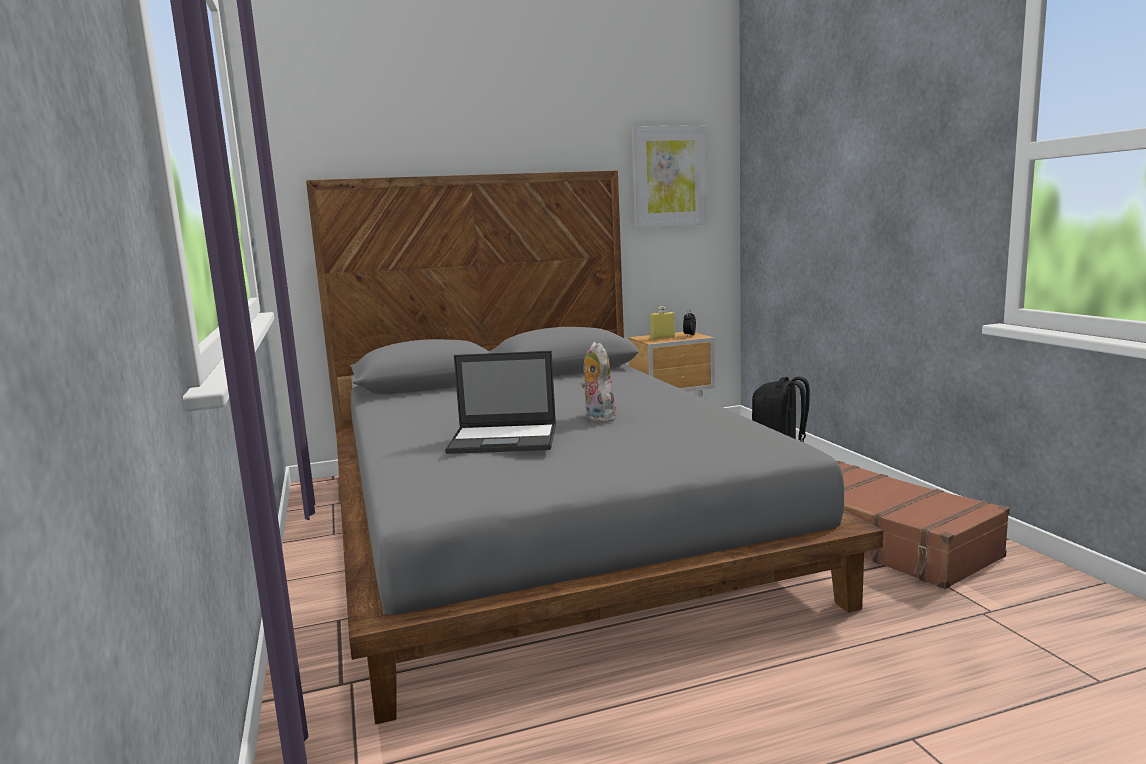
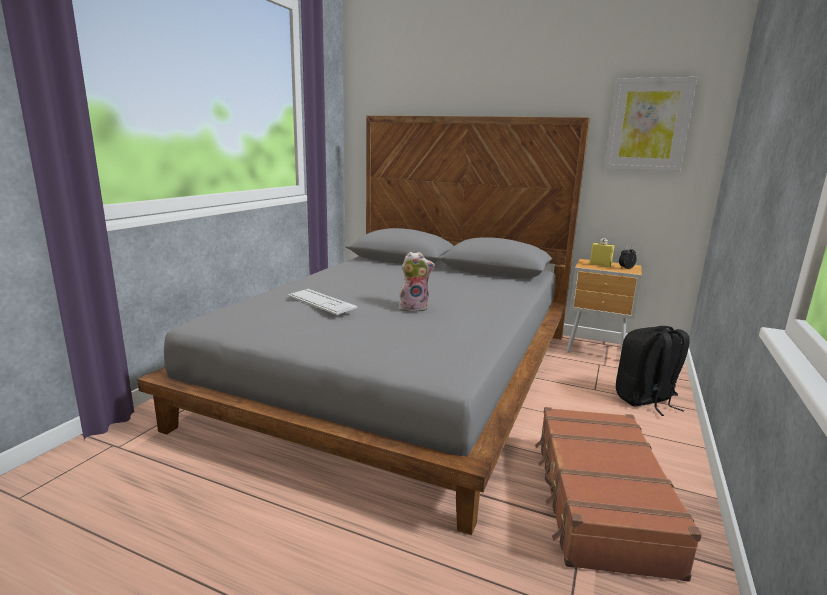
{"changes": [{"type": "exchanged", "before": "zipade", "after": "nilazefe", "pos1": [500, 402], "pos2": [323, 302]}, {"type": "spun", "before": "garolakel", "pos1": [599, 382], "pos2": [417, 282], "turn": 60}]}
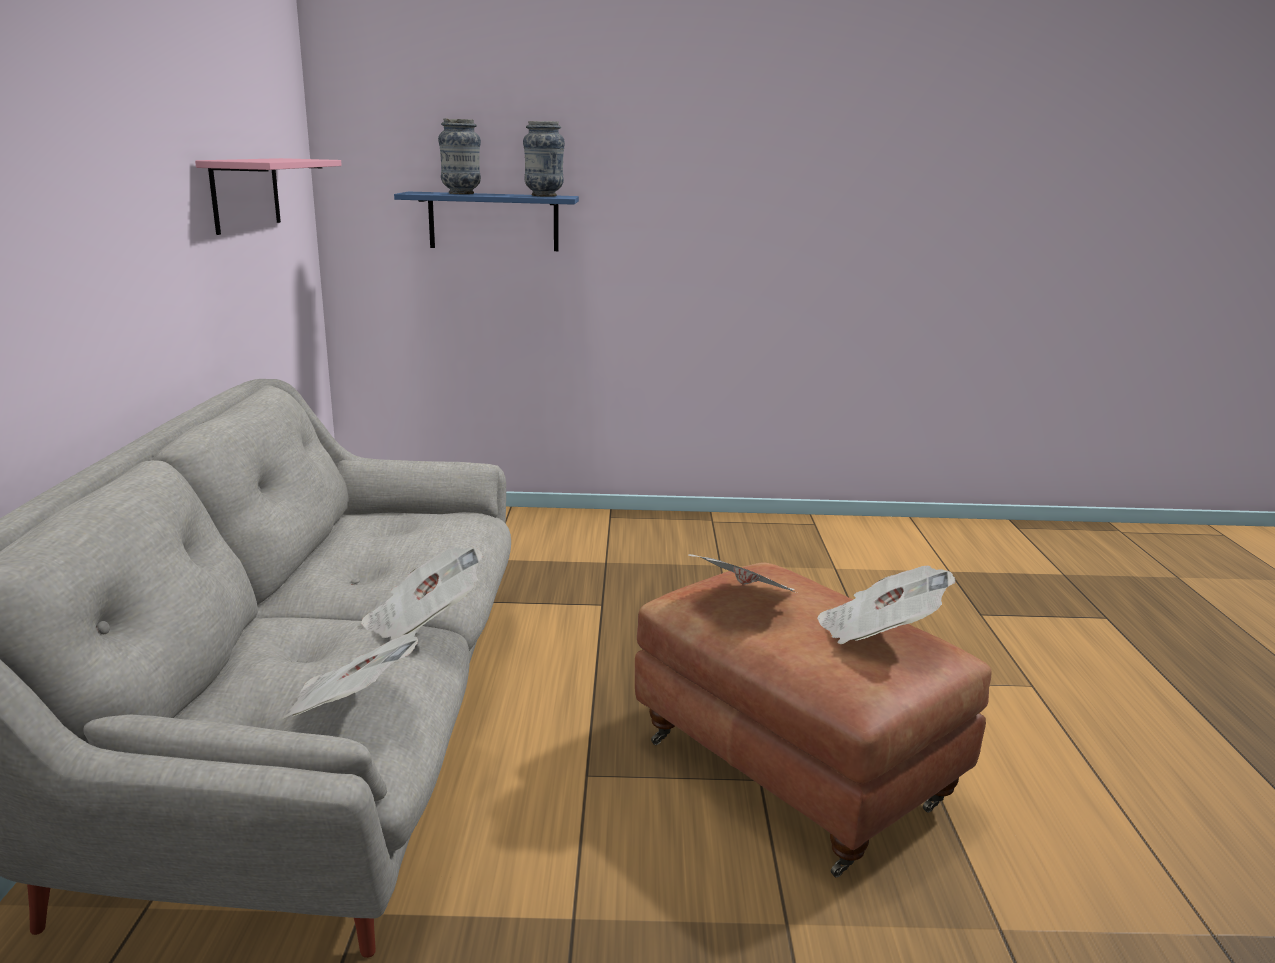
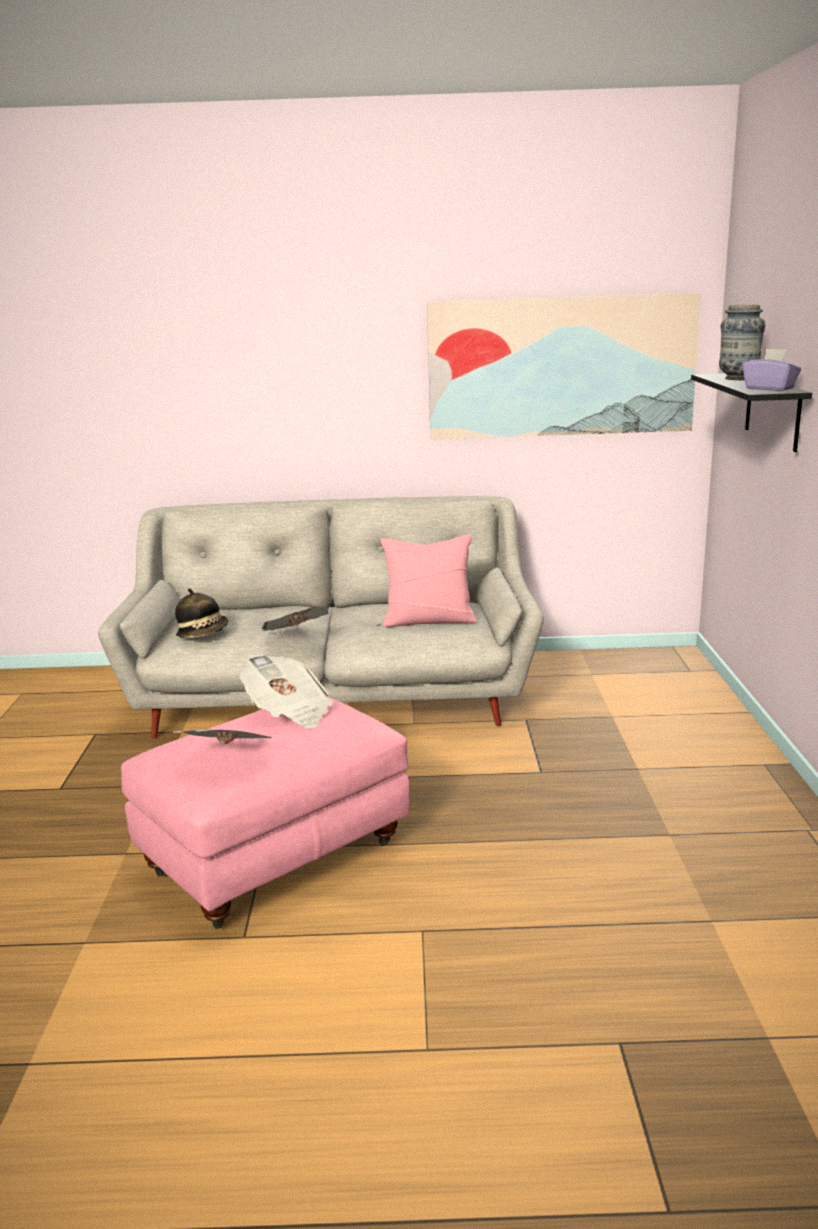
{"changes": [{"type": "colour", "before": "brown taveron", "after": "pink taveron", "pos1": [813, 720], "pos2": [265, 813]}, {"type": "exchanged", "before": "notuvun", "after": "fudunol", "pos1": [350, 674], "pos2": [201, 613]}, {"type": "appeared", "after": "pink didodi", "pos2": [429, 580]}, {"type": "exchanged", "before": "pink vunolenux", "after": "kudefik", "pos1": [268, 196], "pos2": [564, 366]}, {"type": "colour", "before": "blue vunolenux", "after": "black vunolenux", "pos1": [486, 221], "pos2": [751, 412]}, {"type": "exchanged", "before": "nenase", "after": "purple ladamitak", "pos1": [544, 159], "pos2": [771, 370]}]}
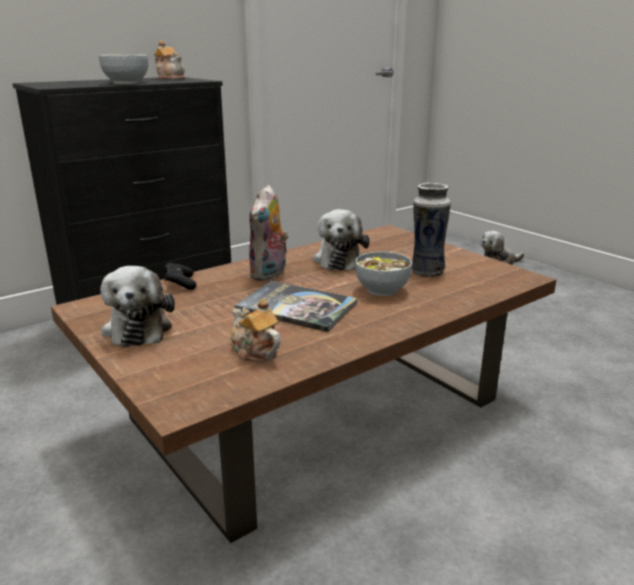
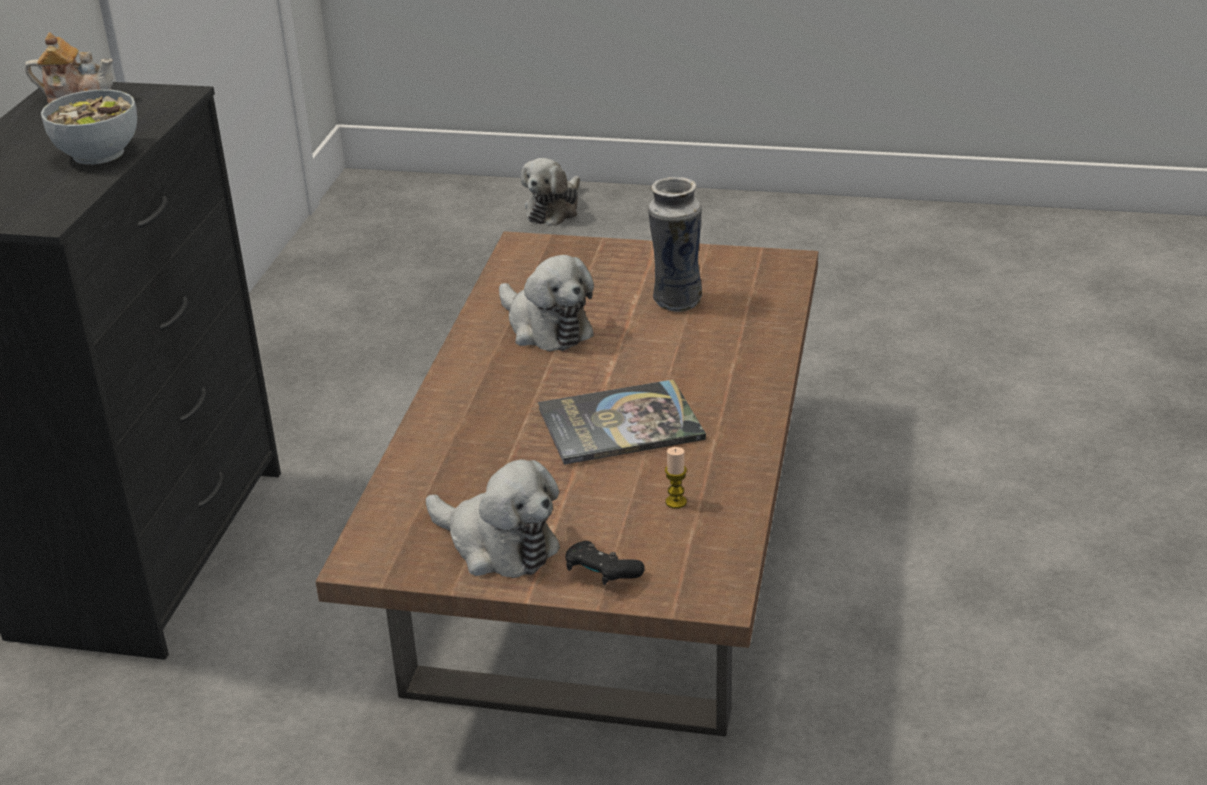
{"changes": [{"type": "relocated", "before": "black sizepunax", "pos1": [179, 276], "pos2": [605, 563]}, {"type": "exchanged", "before": "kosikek", "after": "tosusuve", "pos1": [255, 330], "pos2": [676, 478]}, {"type": "missing", "before": "garolakel", "pos1": [269, 233]}, {"type": "missing", "before": "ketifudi", "pos1": [383, 274]}]}
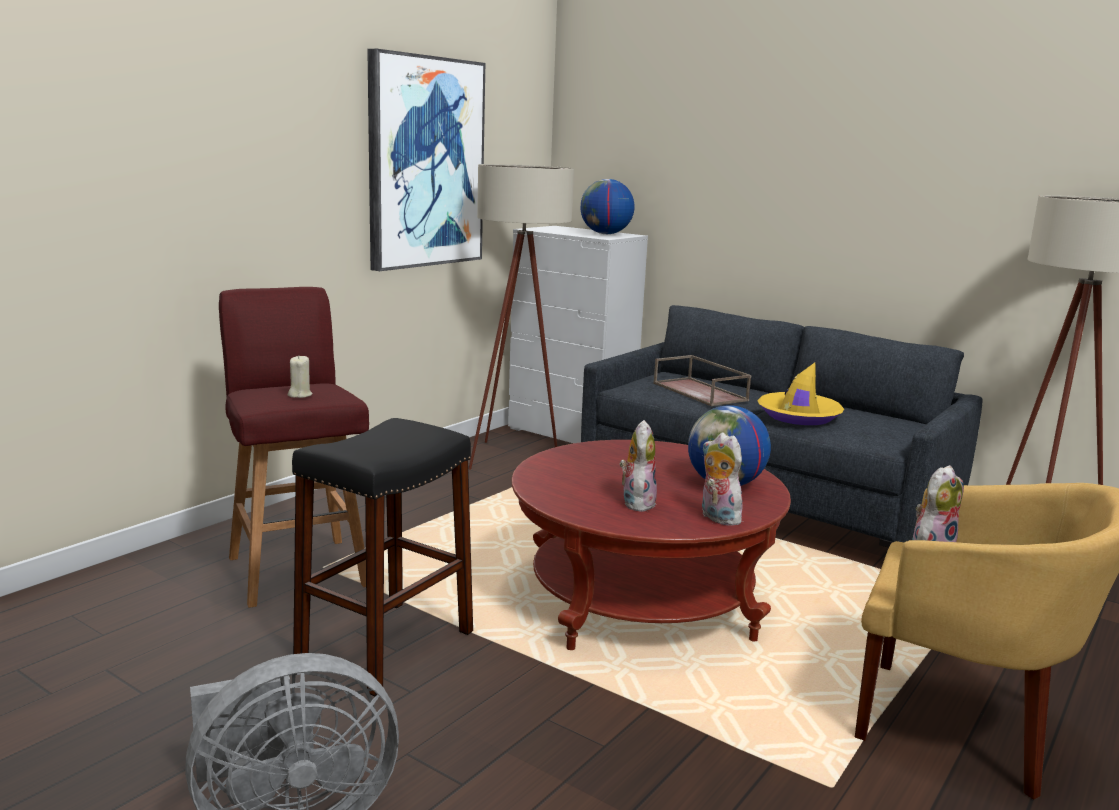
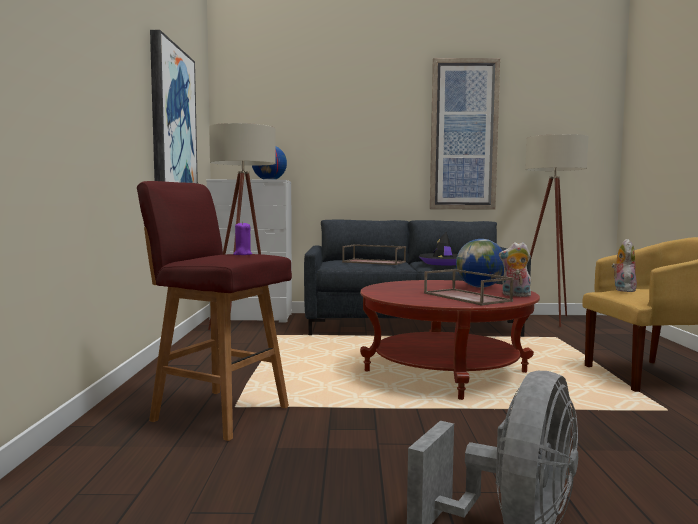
{"changes": [{"type": "colour", "before": "beige tosusuve", "after": "purple tosusuve", "pos1": [300, 376], "pos2": [242, 238]}, {"type": "colour", "before": "yellow fudunol", "after": "black fudunol", "pos1": [800, 394], "pos2": [438, 248]}, {"type": "exchanged", "before": "garolakel", "after": "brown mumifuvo", "pos1": [638, 466], "pos2": [469, 287]}, {"type": "appeared", "after": "kudefik", "pos2": [465, 134]}, {"type": "missing", "before": "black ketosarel", "pos1": [382, 557]}]}
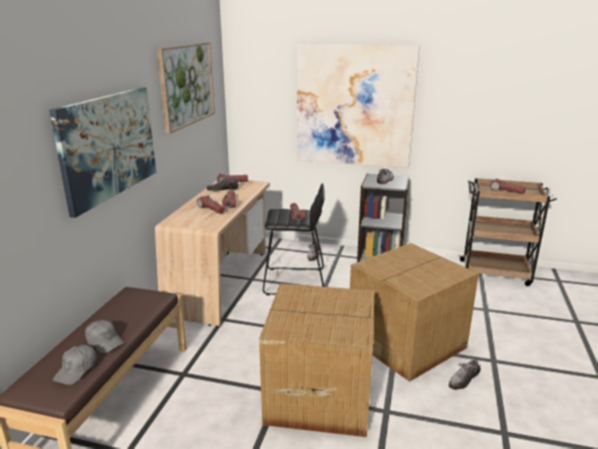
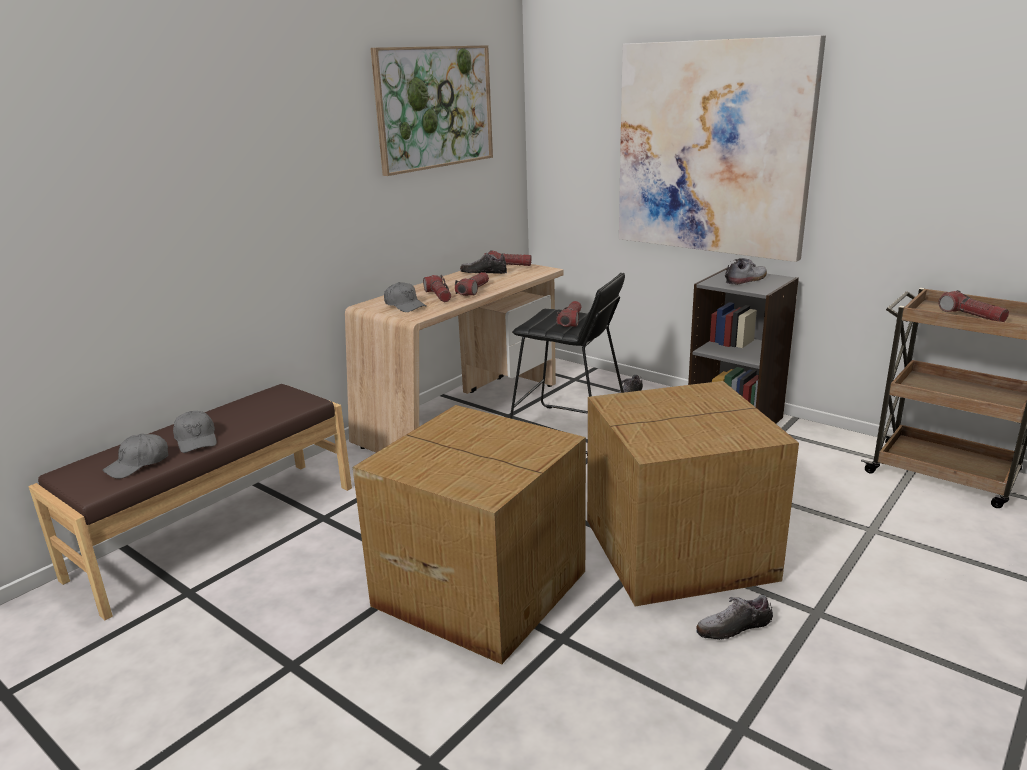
{"changes": [{"type": "appeared", "after": "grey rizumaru", "pos2": [405, 297]}, {"type": "missing", "before": "kudefik", "pos1": [102, 152]}]}
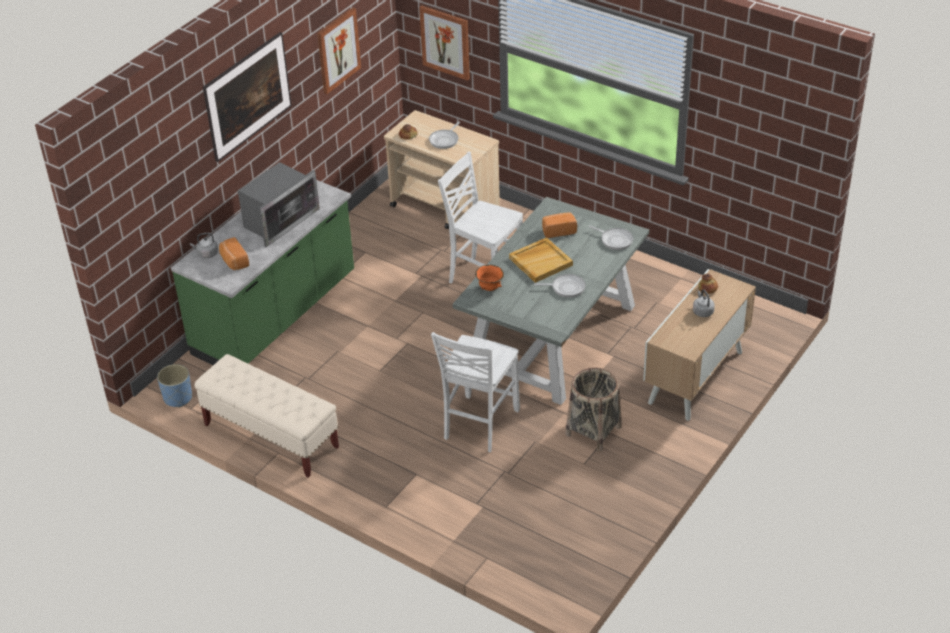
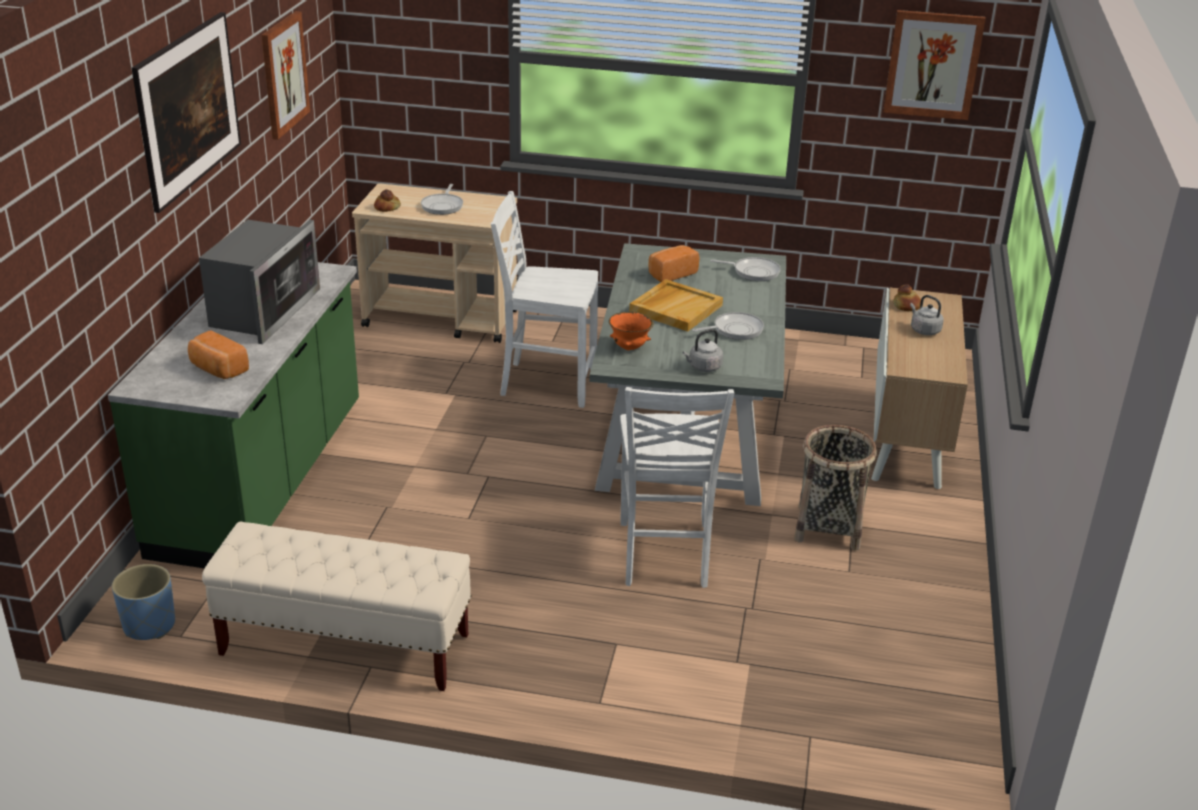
{"changes": [{"type": "relocated", "before": "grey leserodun", "pos1": [204, 245], "pos2": [702, 350]}, {"type": "relocated", "before": "kudefik", "pos1": [444, 43], "pos2": [934, 65]}]}
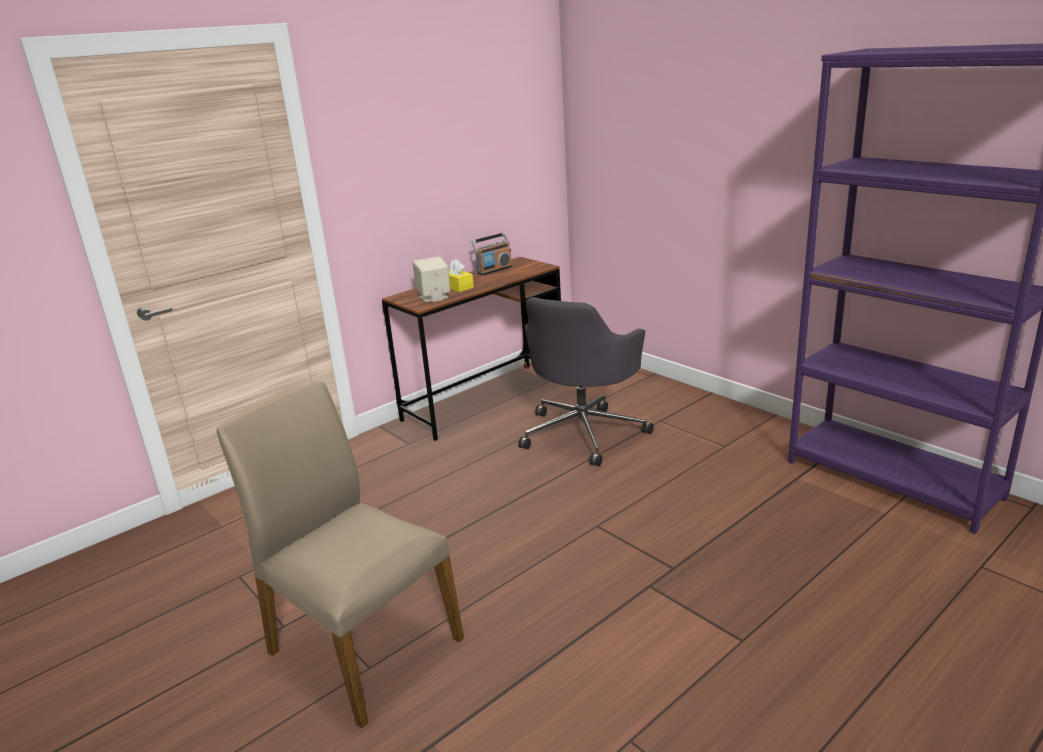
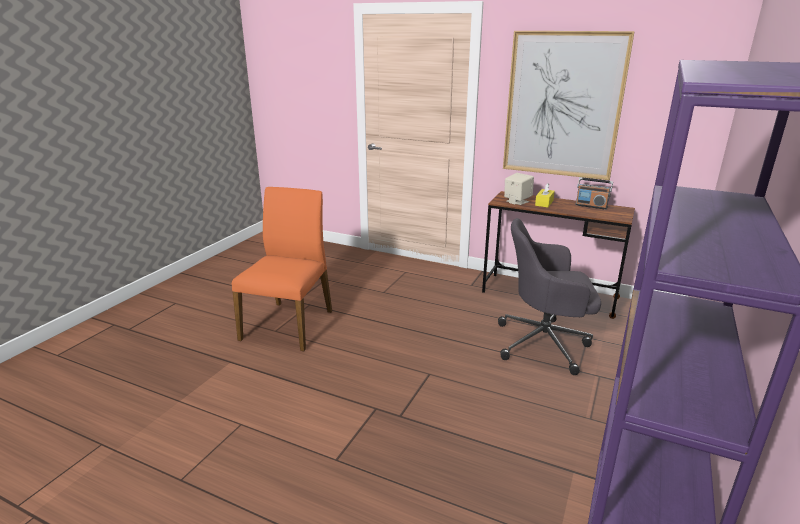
{"changes": [{"type": "colour", "before": "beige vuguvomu", "after": "orange vuguvomu", "pos1": [340, 555], "pos2": [282, 269]}, {"type": "appeared", "after": "kudefik", "pos2": [569, 105]}]}
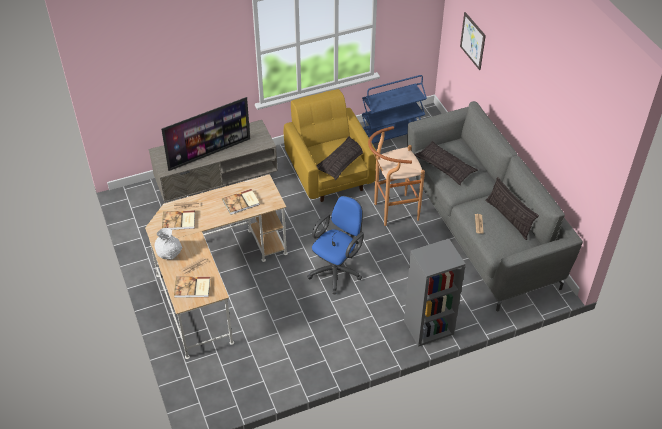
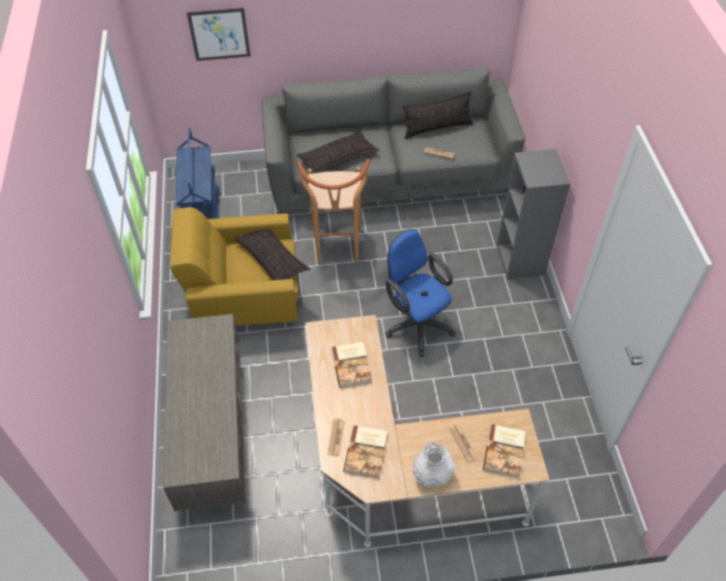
{"changes": [{"type": "missing", "before": "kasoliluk", "pos1": [205, 134]}]}
